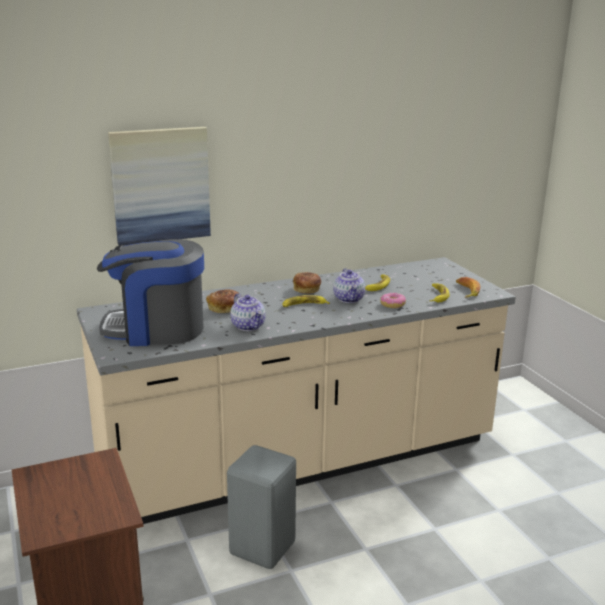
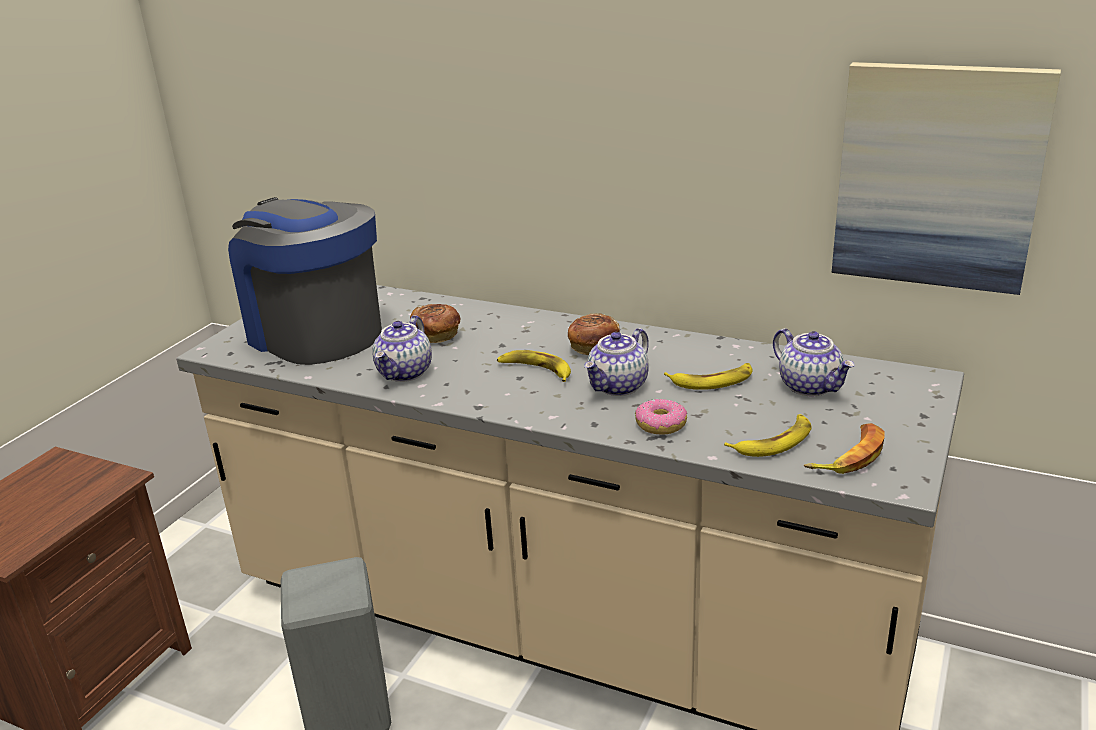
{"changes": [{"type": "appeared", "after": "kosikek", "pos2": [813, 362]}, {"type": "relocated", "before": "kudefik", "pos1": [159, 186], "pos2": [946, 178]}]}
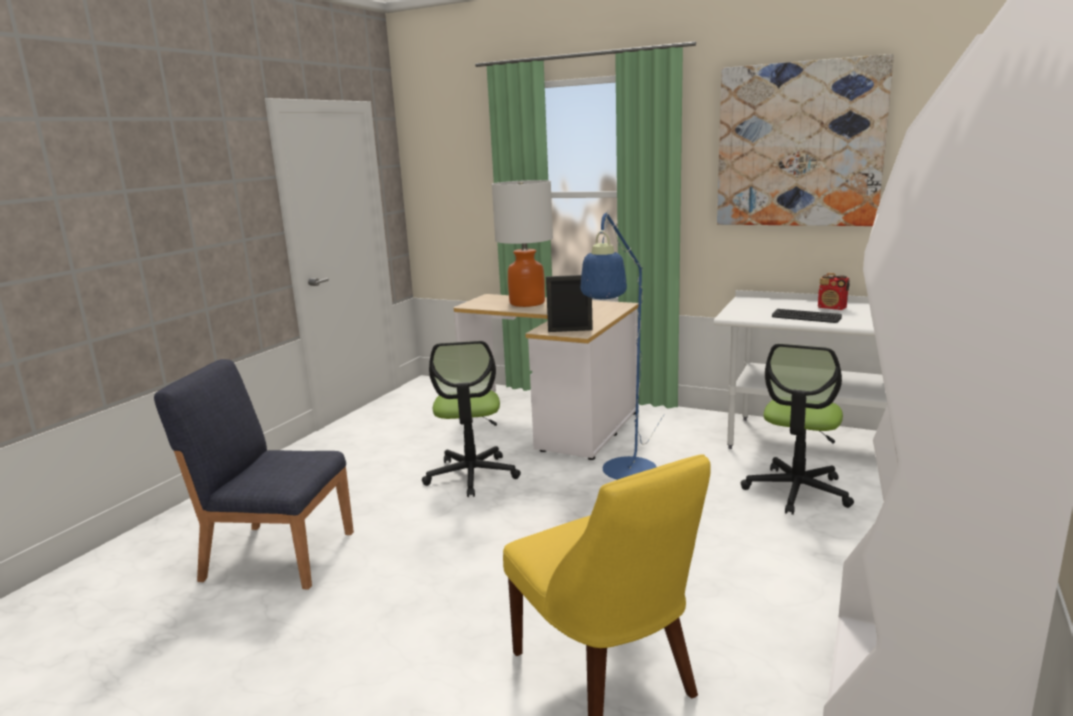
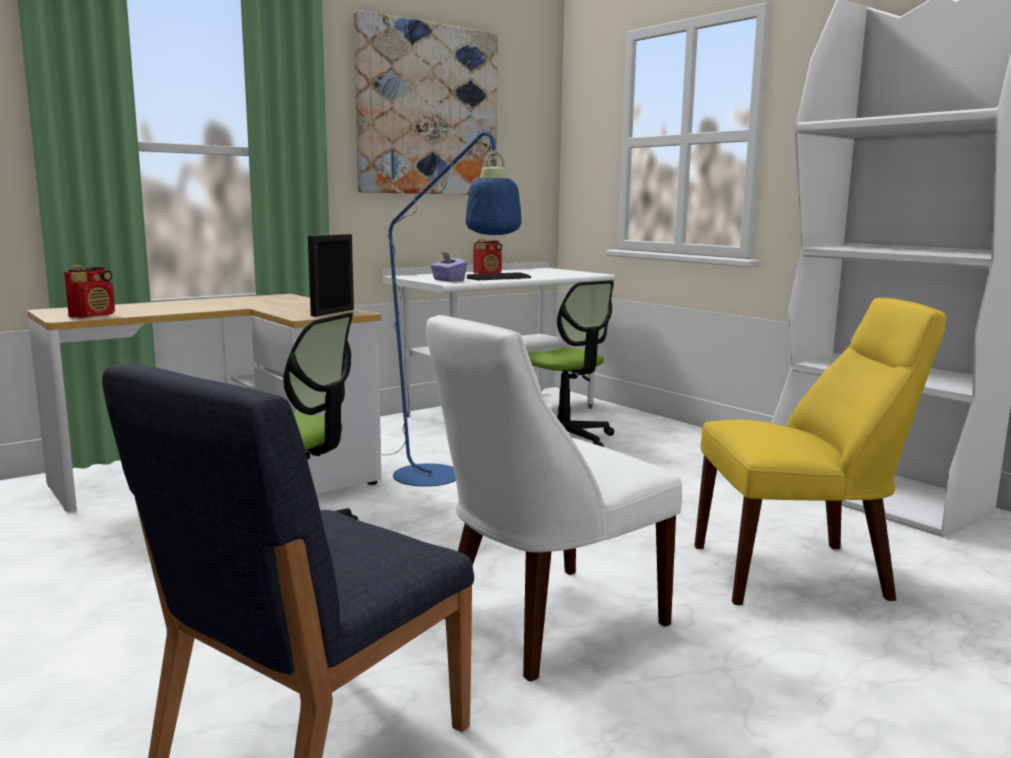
{"changes": [{"type": "appeared", "after": "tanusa", "pos2": [89, 291]}, {"type": "appeared", "after": "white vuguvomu", "pos2": [554, 498]}, {"type": "appeared", "after": "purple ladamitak", "pos2": [448, 267]}, {"type": "missing", "before": "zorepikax", "pos1": [522, 243]}]}
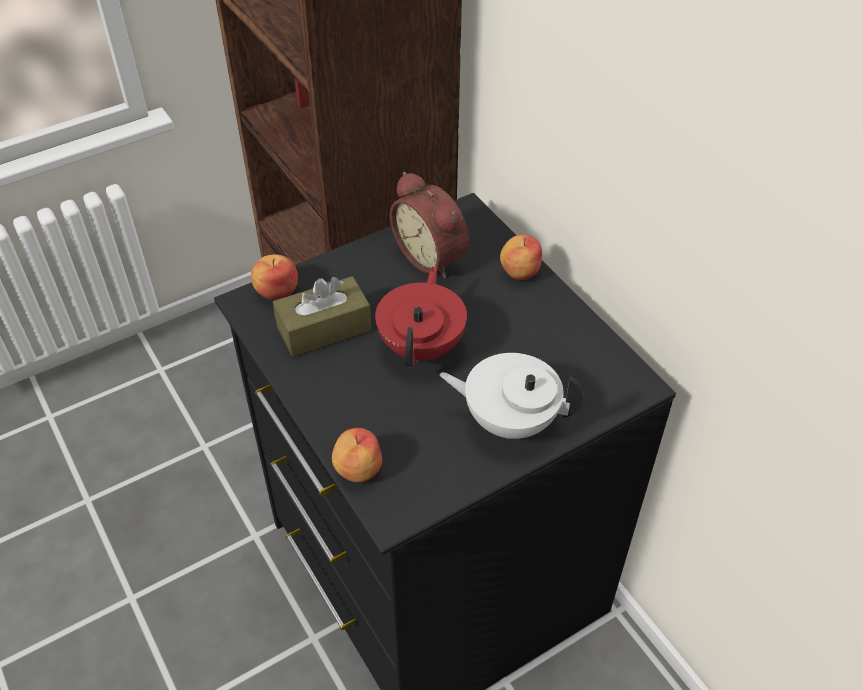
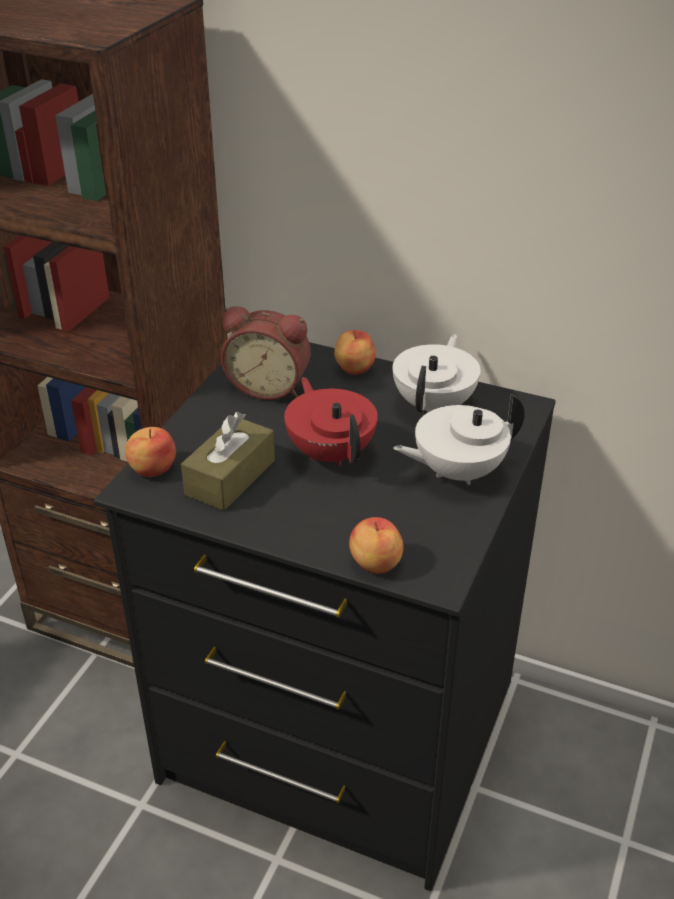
{"changes": [{"type": "appeared", "after": "white kosikek", "pos2": [437, 373]}]}
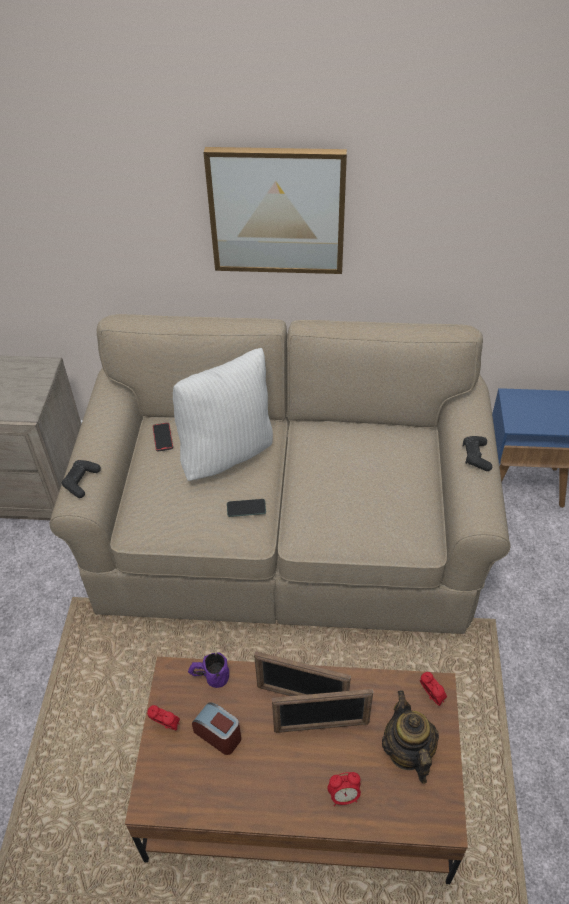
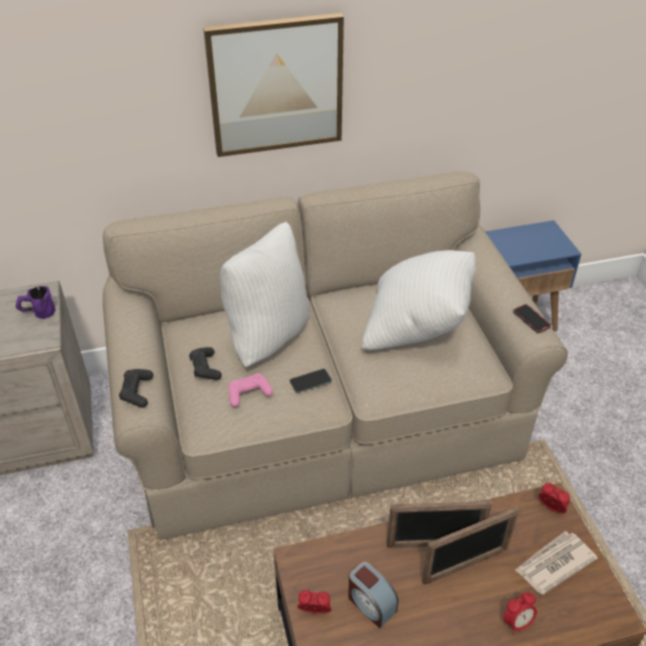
{"changes": [{"type": "relocated", "before": "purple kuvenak", "pos1": [208, 670], "pos2": [36, 302]}, {"type": "relocated", "before": "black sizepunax", "pos1": [477, 453], "pos2": [205, 363]}, {"type": "appeared", "after": "pink sizepunax", "pos2": [250, 390]}, {"type": "spun", "before": "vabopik", "pos1": [216, 728], "pos2": [373, 595], "turn": -150}, {"type": "appeared", "after": "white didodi", "pos2": [419, 300]}, {"type": "relocated", "before": "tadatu", "pos1": [163, 437], "pos2": [532, 318]}, {"type": "exchanged", "before": "kosikek", "after": "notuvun", "pos1": [410, 737], "pos2": [556, 563]}]}
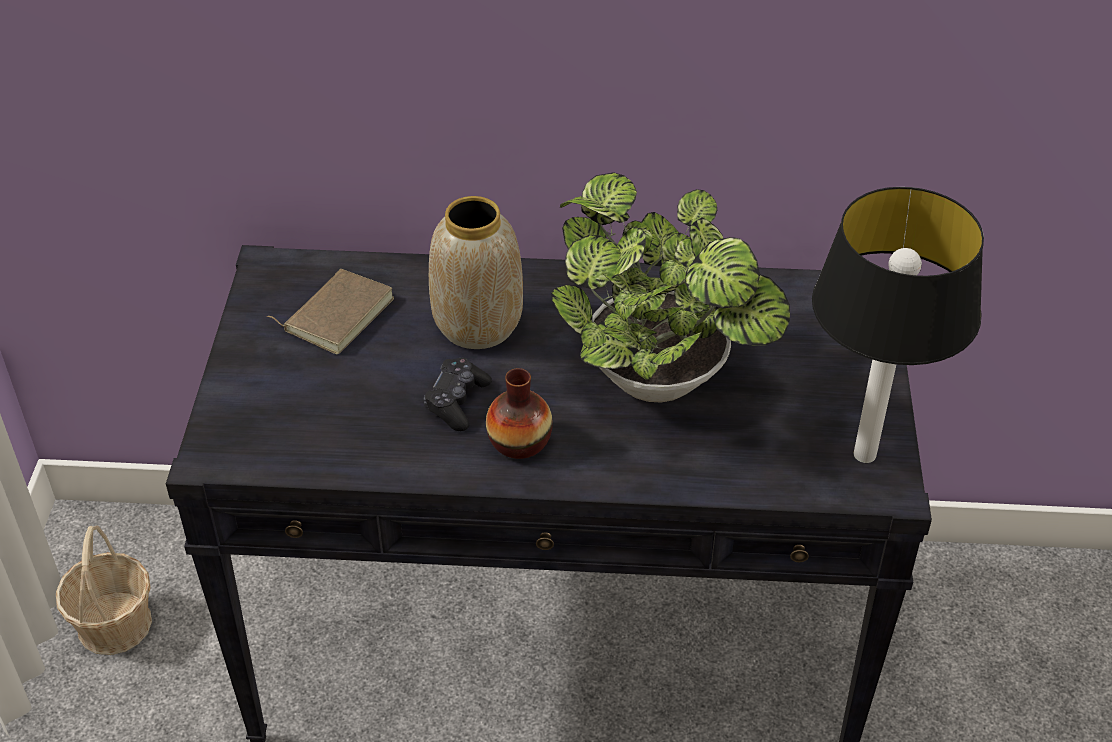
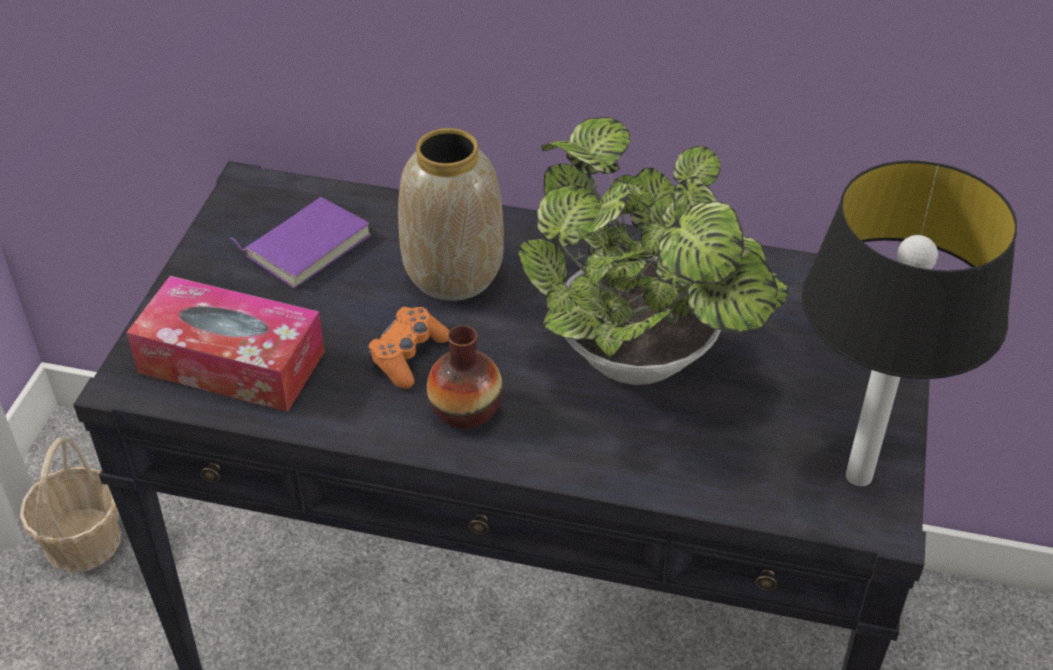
{"changes": [{"type": "appeared", "after": "ladamitak", "pos2": [225, 344]}, {"type": "colour", "before": "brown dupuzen", "after": "purple dupuzen", "pos1": [330, 311], "pos2": [300, 242]}, {"type": "colour", "before": "black sizepunax", "after": "orange sizepunax", "pos1": [458, 394], "pos2": [409, 348]}]}
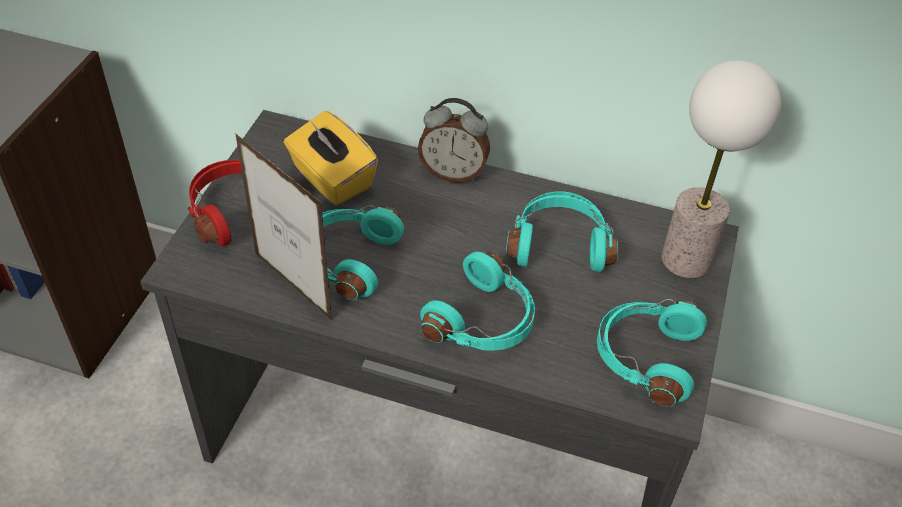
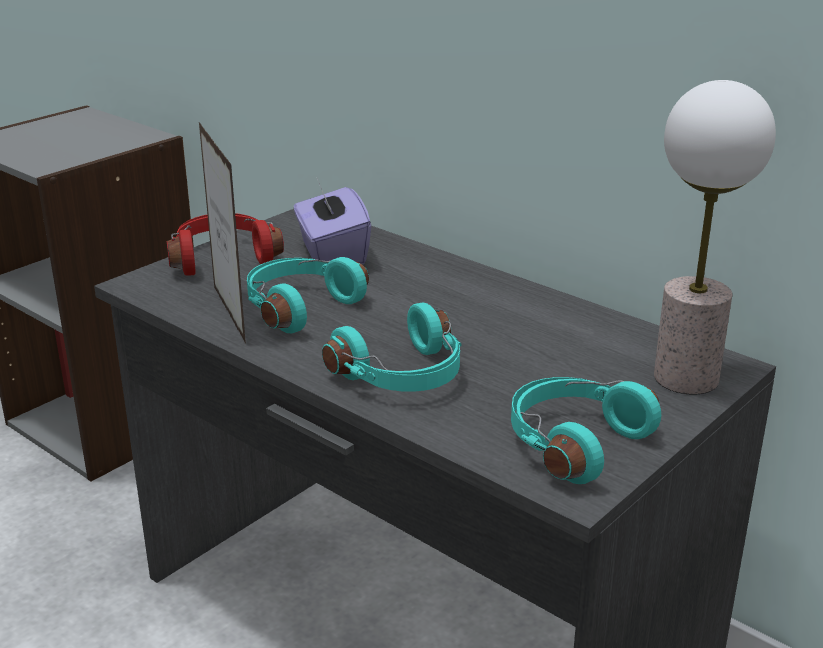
{"changes": [{"type": "colour", "before": "yellow ladamitak", "after": "purple ladamitak", "pos1": [331, 158], "pos2": [332, 221]}, {"type": "missing", "before": "vabopik", "pos1": [454, 140]}, {"type": "missing", "before": "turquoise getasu", "pos1": [562, 232]}]}
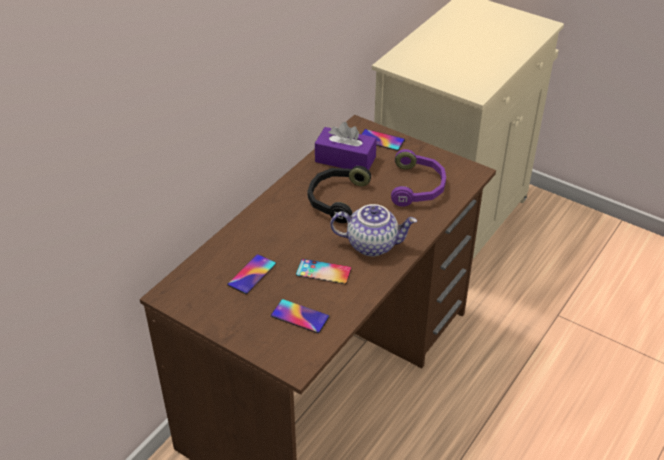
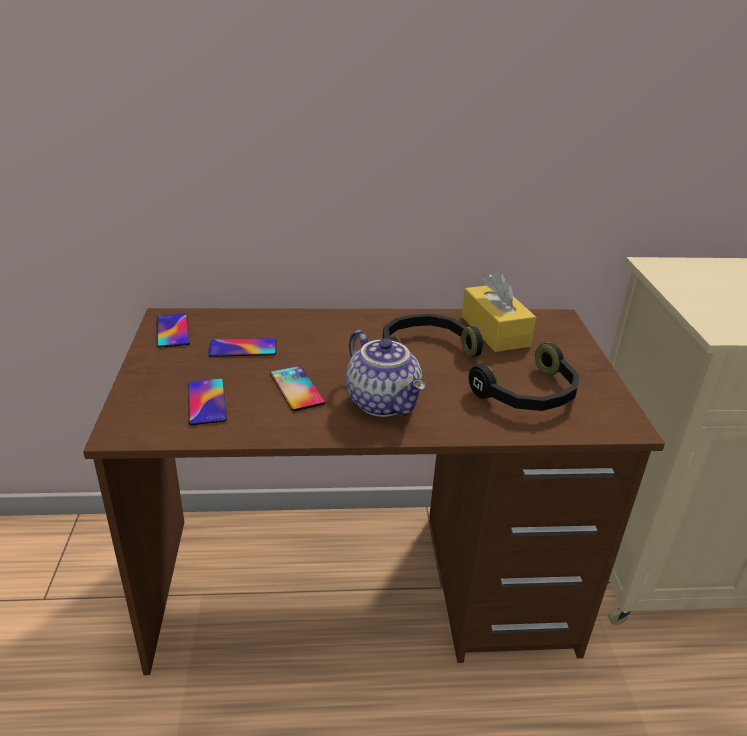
{"changes": [{"type": "relocated", "before": "tadatu", "pos1": [383, 140], "pos2": [173, 330]}, {"type": "colour", "before": "purple ladamitak", "after": "yellow ladamitak", "pos1": [346, 146], "pos2": [499, 312]}, {"type": "colour", "before": "purple getasu", "after": "black getasu", "pos1": [418, 178], "pos2": [524, 377]}]}
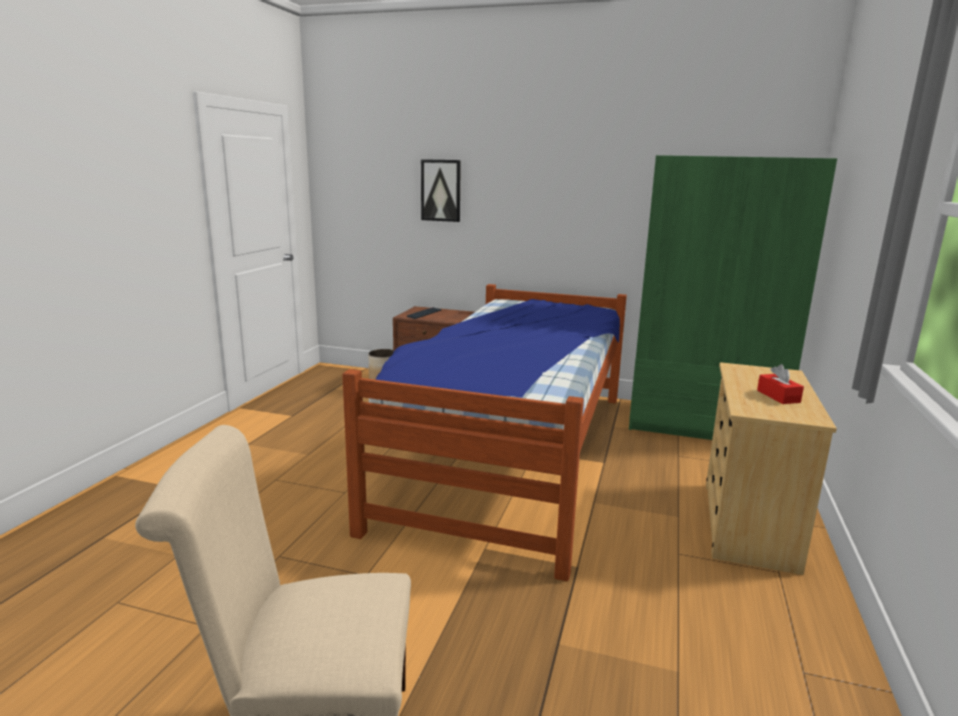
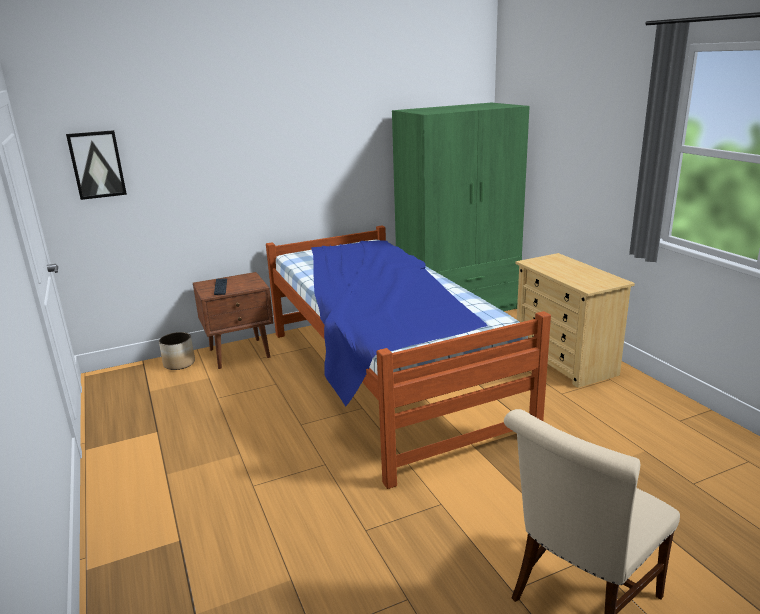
{"changes": [{"type": "relocated", "before": "kudefik", "pos1": [441, 190], "pos2": [96, 165]}, {"type": "missing", "before": "red ladamitak", "pos1": [780, 384]}]}
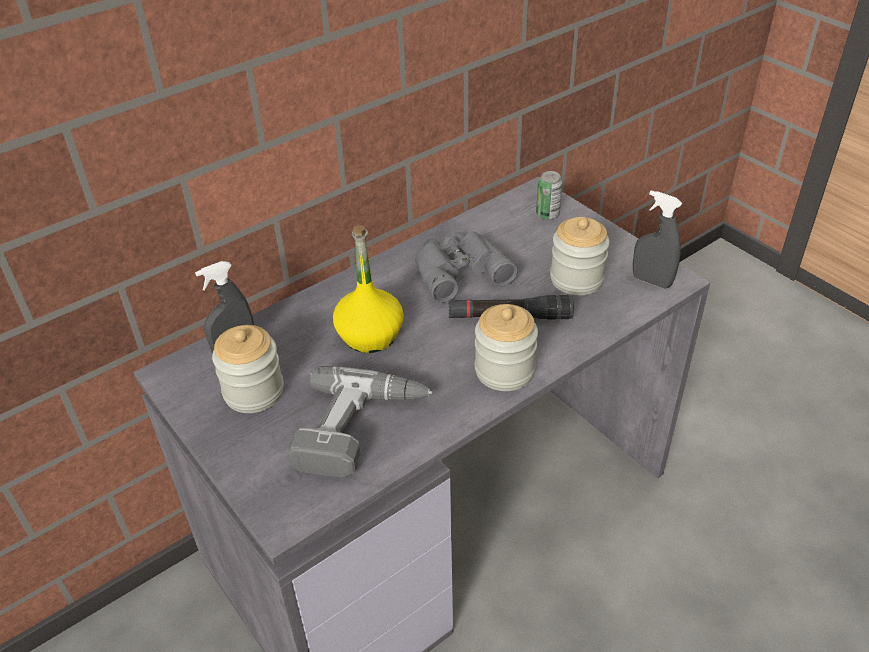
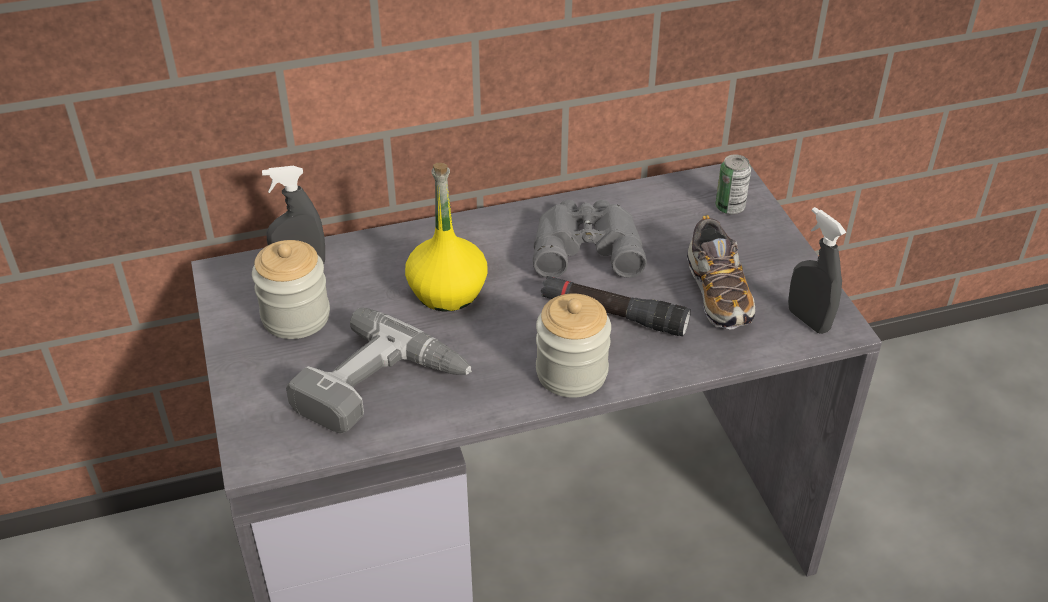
{"changes": [{"type": "exchanged", "before": "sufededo", "after": "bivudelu", "pos1": [580, 256], "pos2": [721, 272]}]}
